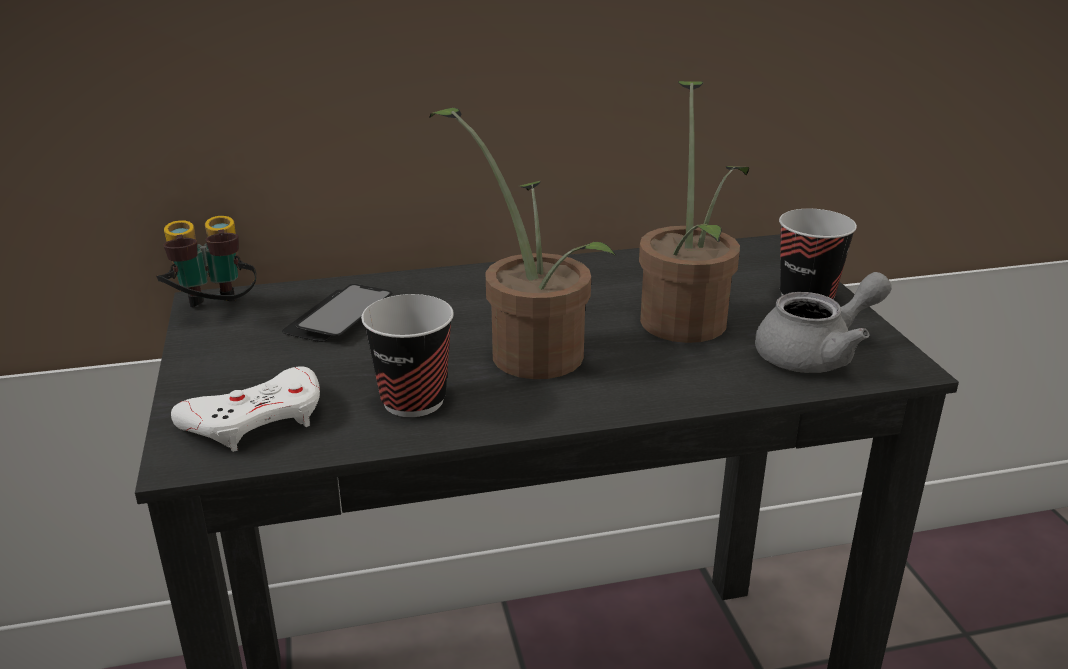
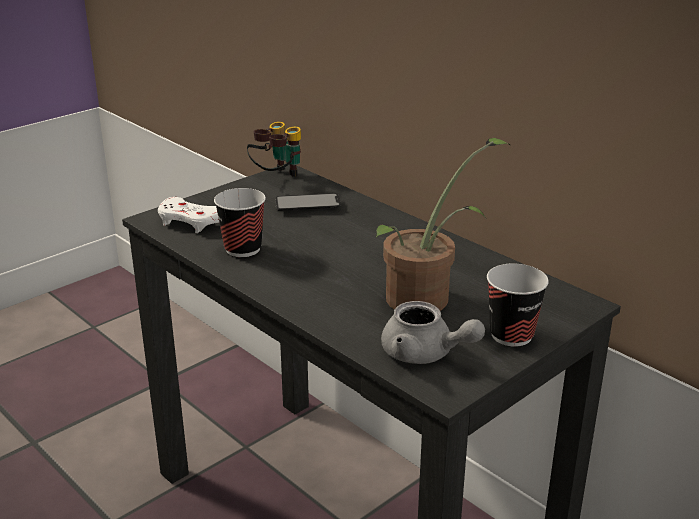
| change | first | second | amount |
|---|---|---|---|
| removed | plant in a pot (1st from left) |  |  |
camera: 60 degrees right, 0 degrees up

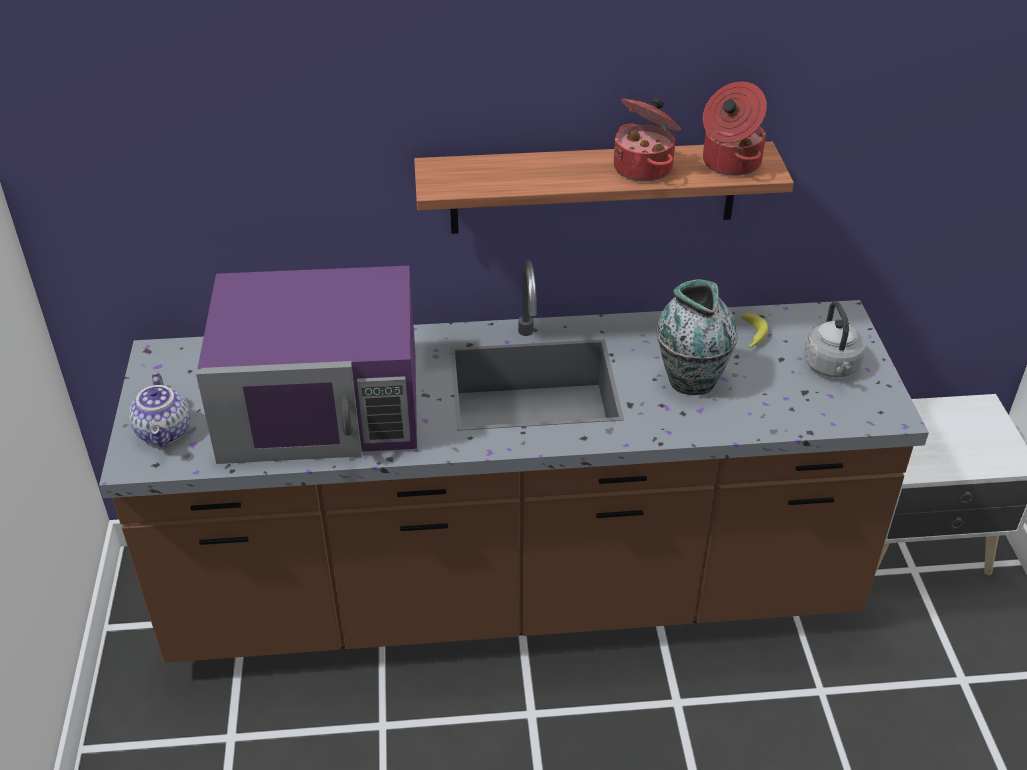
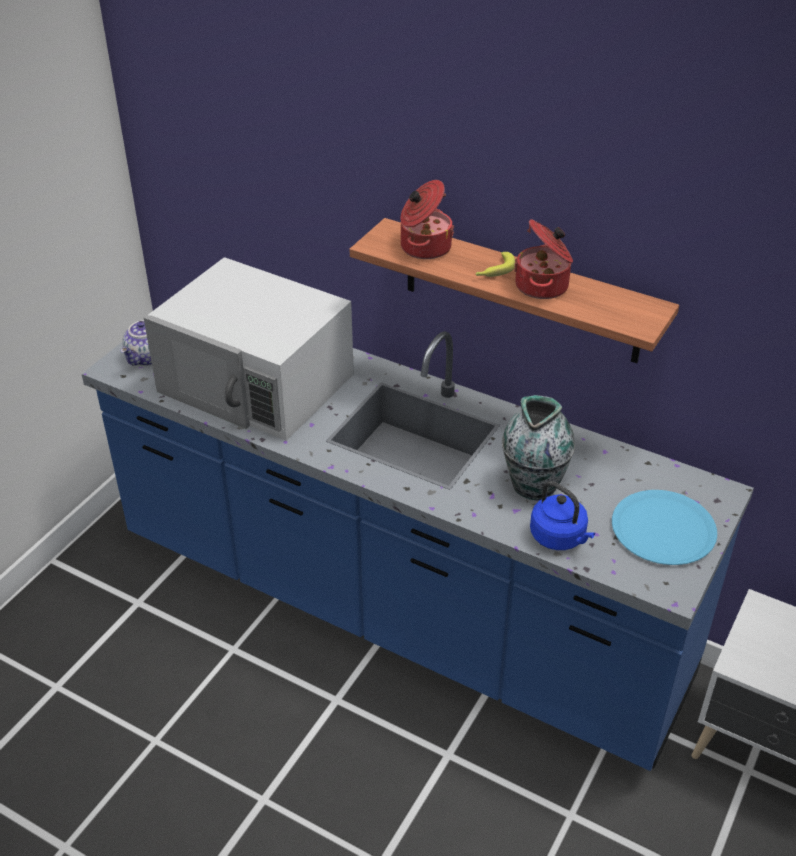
| change | first | second | amount |
|---|---|---|---|
| recoloured | kitchen base unit (brown) | kitchen base unit (blue) |  |
| recoloured | microwave (purple) | microwave (white) |  |
| moved | cooking pot (2nd from left in the first image) | cooking pot (1st from left) |  |
| moved | whole banana |  |  |
| added |  | tea kettle (blue) |  |
| replaced | tea kettle (greyish) | dinner plate (blue) |  |
camera: 35 degrees right, 0 degrees up

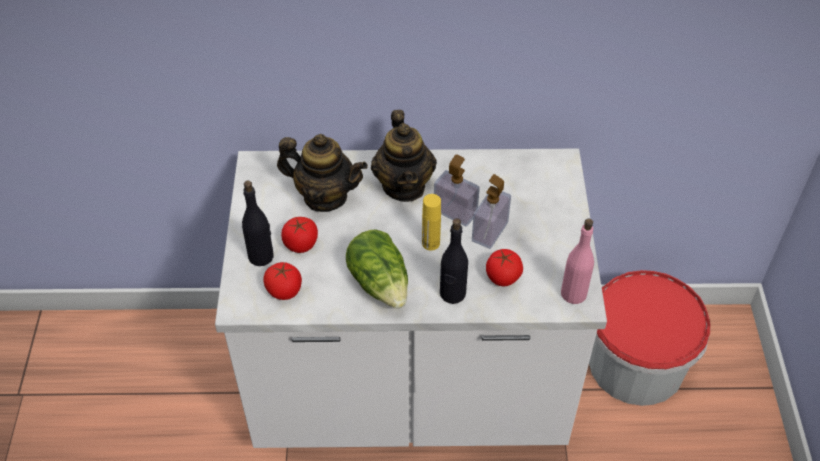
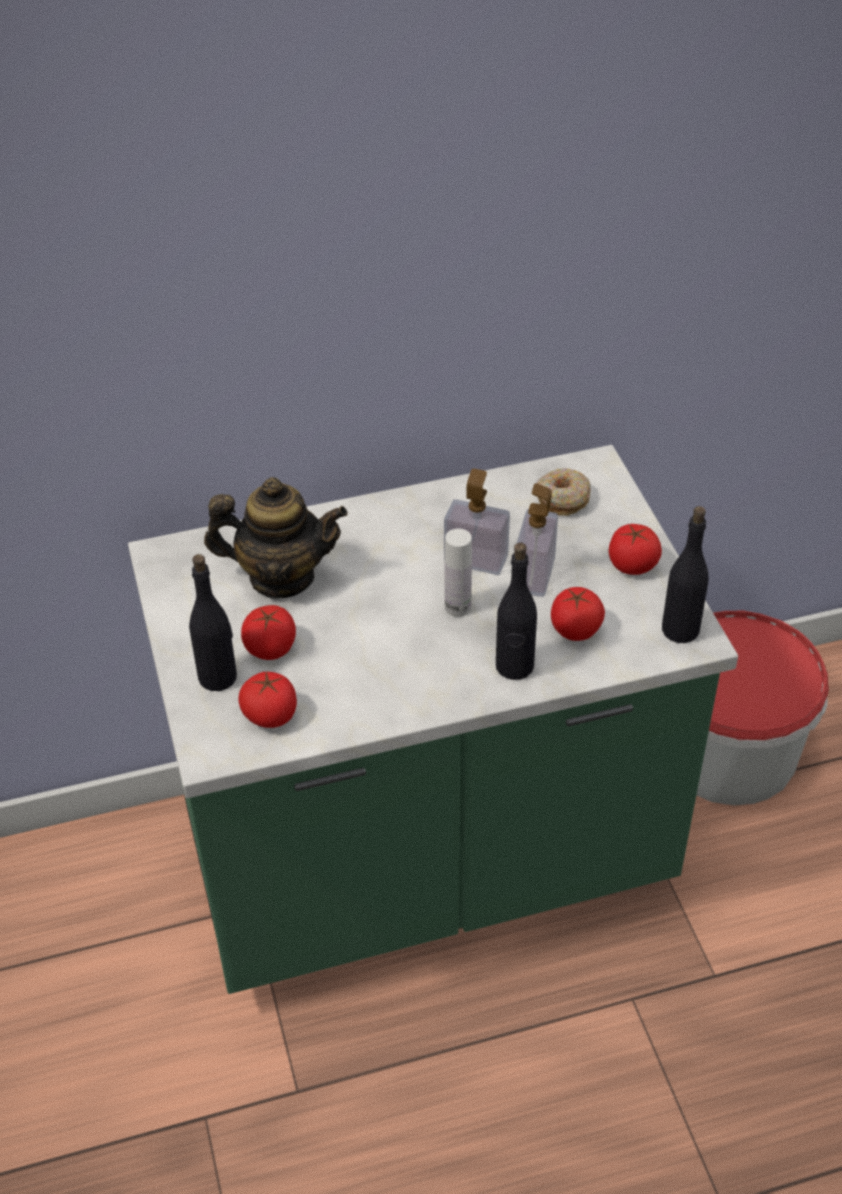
| change | first | second | amount |
|---|---|---|---|
| recoloured | kitchen base unit (white) | kitchen base unit (greenish) |  |
| recoloured | drink bottle (yellowish) | drink bottle (white) |  |
| added |  | doughnut |  |
| added |  | whole tomato (4th from left) |  |
| recoloured | drink bottle (pinkish) | drink bottle (black-coloured) (3rd from left) |  |
| removed | lettuce |  |  |
| removed | tea pot (2nd from left) |  |  |
camera: 15 degrees left, 5 degrees down

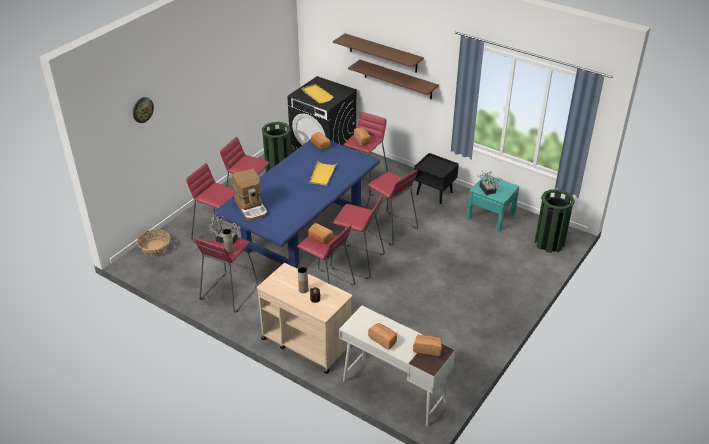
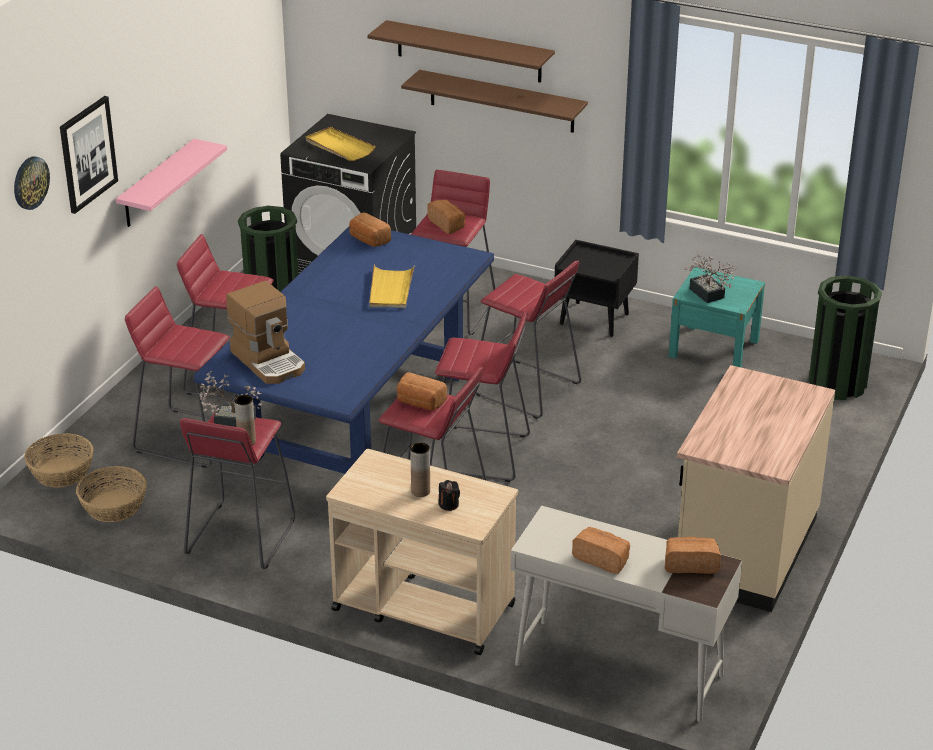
| change | first | second | amount |
|---|---|---|---|
| added |  | wall art |  |
| added |  | storage basket (2nd from left) |  |
| added |  | wall shelf (pinkish) |  |
| added |  | kitchen base unit (sand-coloured) |  |
camera: 10 degrees left, 5 degrees down

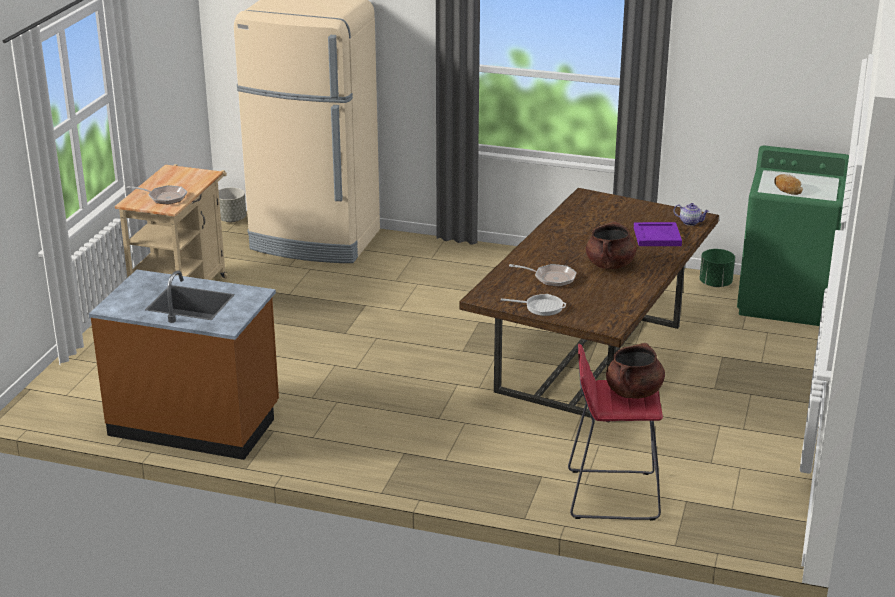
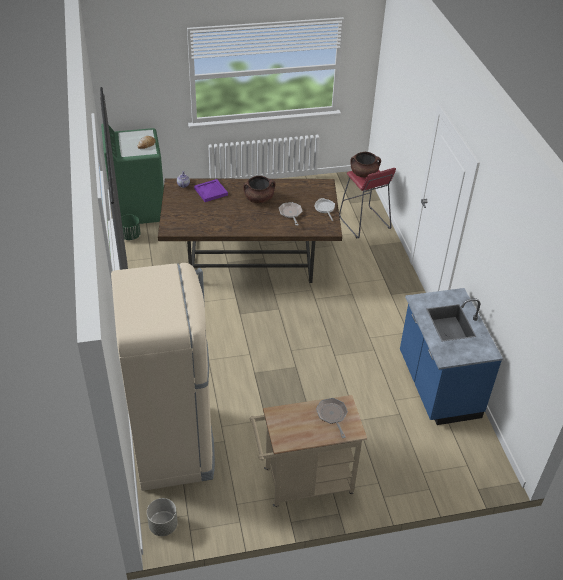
| change | first | second | amount |
|---|---|---|---|
| recoloured | kitchen base unit (brown) | kitchen base unit (blue) |  |
camera: 120 degrees left, 15 degrees up

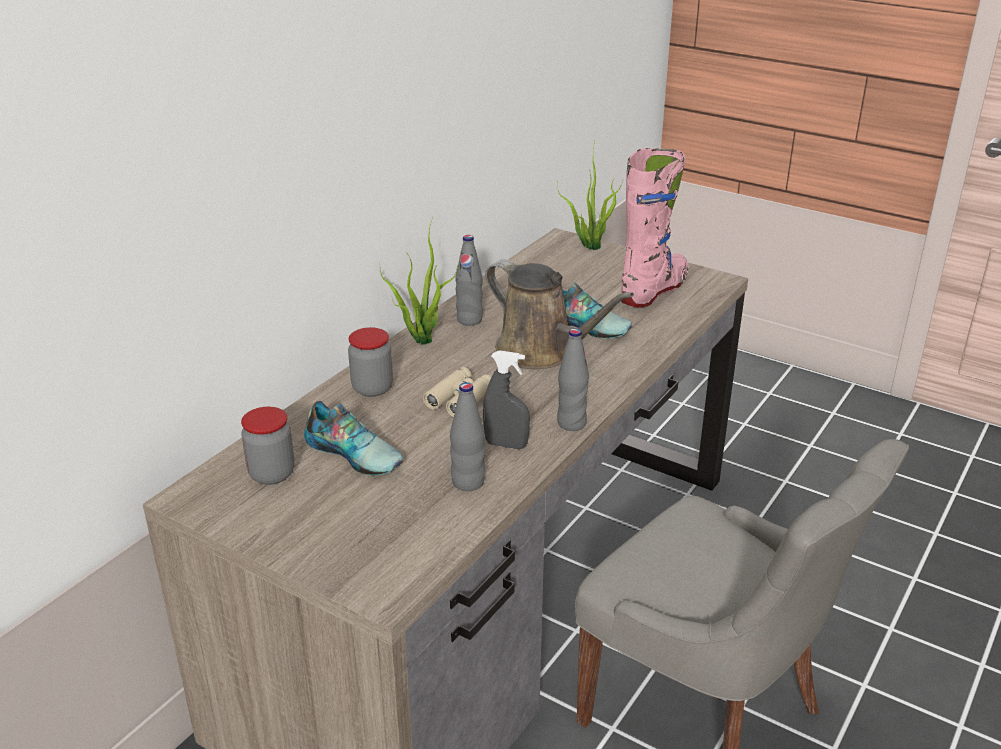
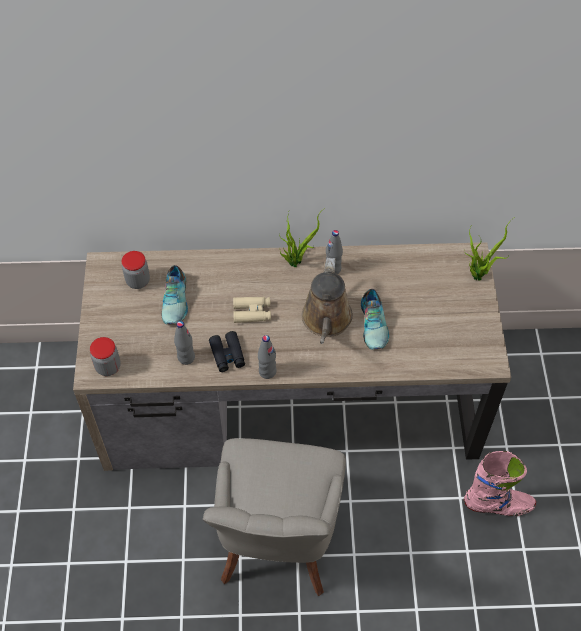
| change | first | second | amount |
|---|---|---|---|
| moved | storage jar (2nd from left in the first image) | storage jar (1st from left) |  |
| replaced | hand sprayer (greyish) | pair of binoculars (black-coloured) |  |
| moved | boot (pinkish) |  |  |
camera: 55 degrees right, 25 degrees up

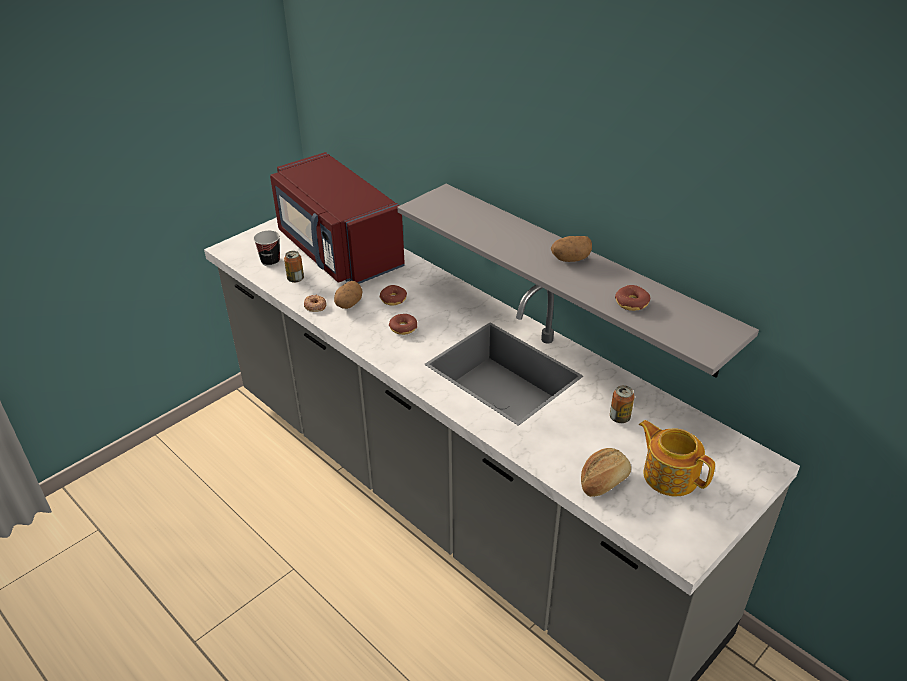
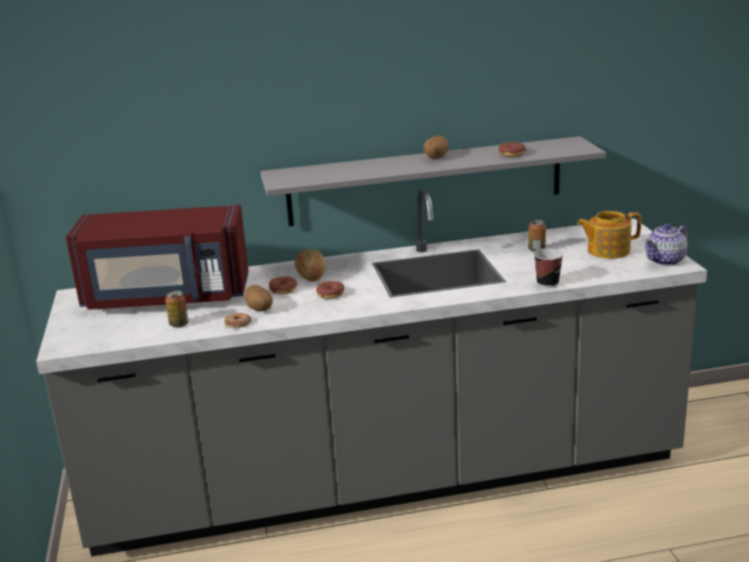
| change | first | second | amount |
|---|---|---|---|
| moved | bakery bread |  |  |
| moved | small cup |  |  |
| added |  | tea pot (2nd from left) |  |
camera: 55 degrees left, 15 degrees down

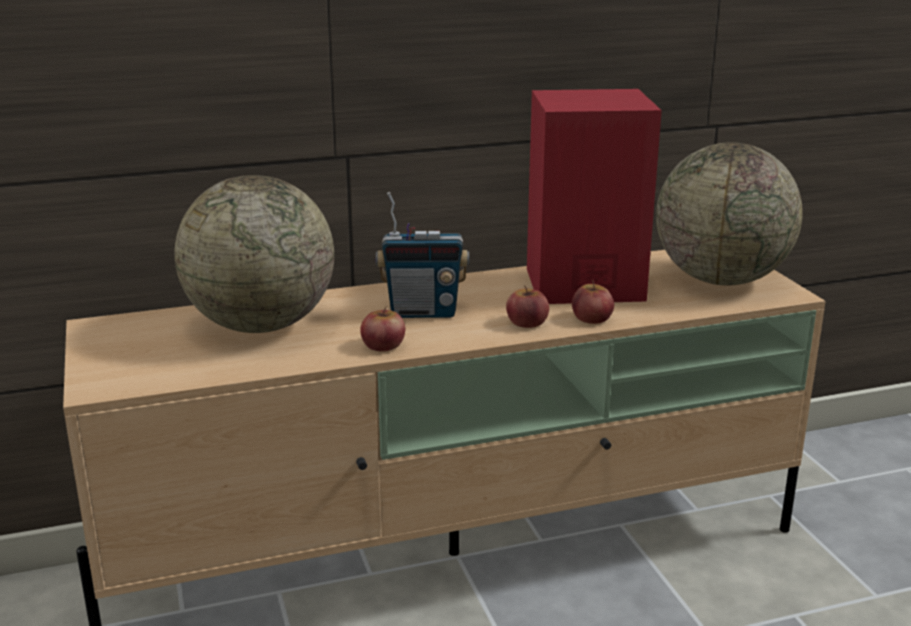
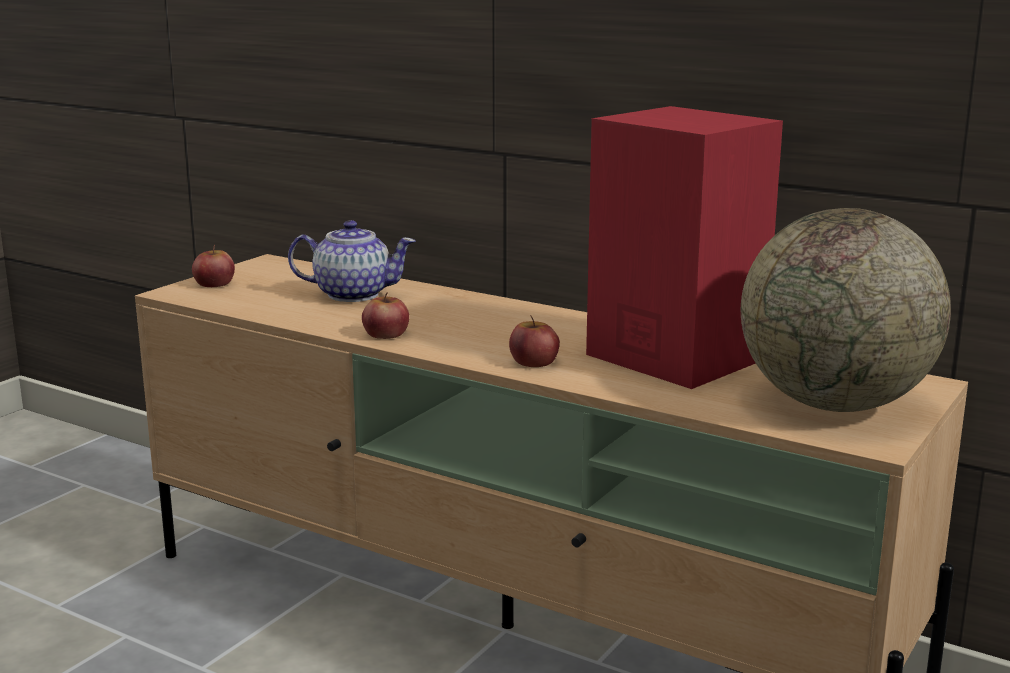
| change | first | second | amount |
|---|---|---|---|
| moved | whole apple (3rd from left in the first image) | whole apple (1st from left) |  |
| replaced | world globe (1st from left) | tea pot |  |
| removed | radio receiver |  |  |
camera: 50 degrees right, 5 degrees down

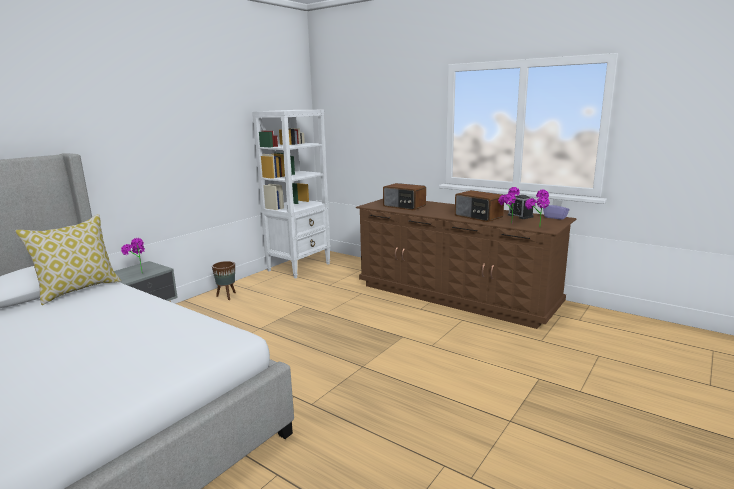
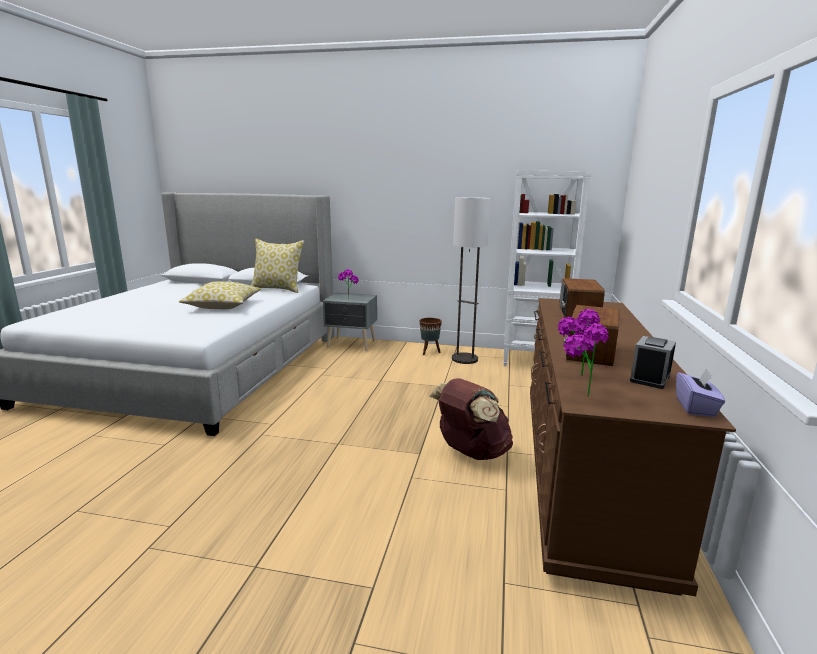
| change | first | second | amount |
|---|---|---|---|
| added |  | pillow (1st from left) |  |
| added |  | knapsack (brown) |  |
| added |  | standard lamp |  |
camera: 65 degrees right, 0 degrees up

